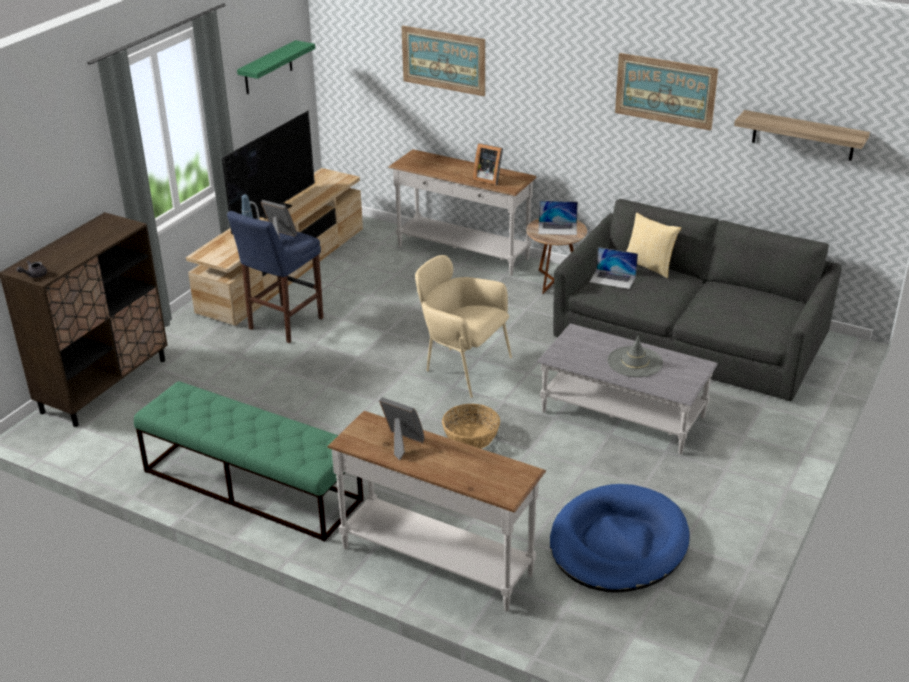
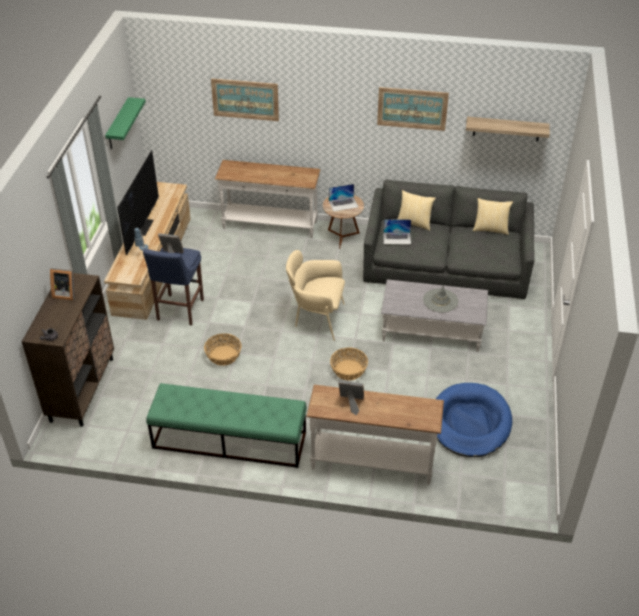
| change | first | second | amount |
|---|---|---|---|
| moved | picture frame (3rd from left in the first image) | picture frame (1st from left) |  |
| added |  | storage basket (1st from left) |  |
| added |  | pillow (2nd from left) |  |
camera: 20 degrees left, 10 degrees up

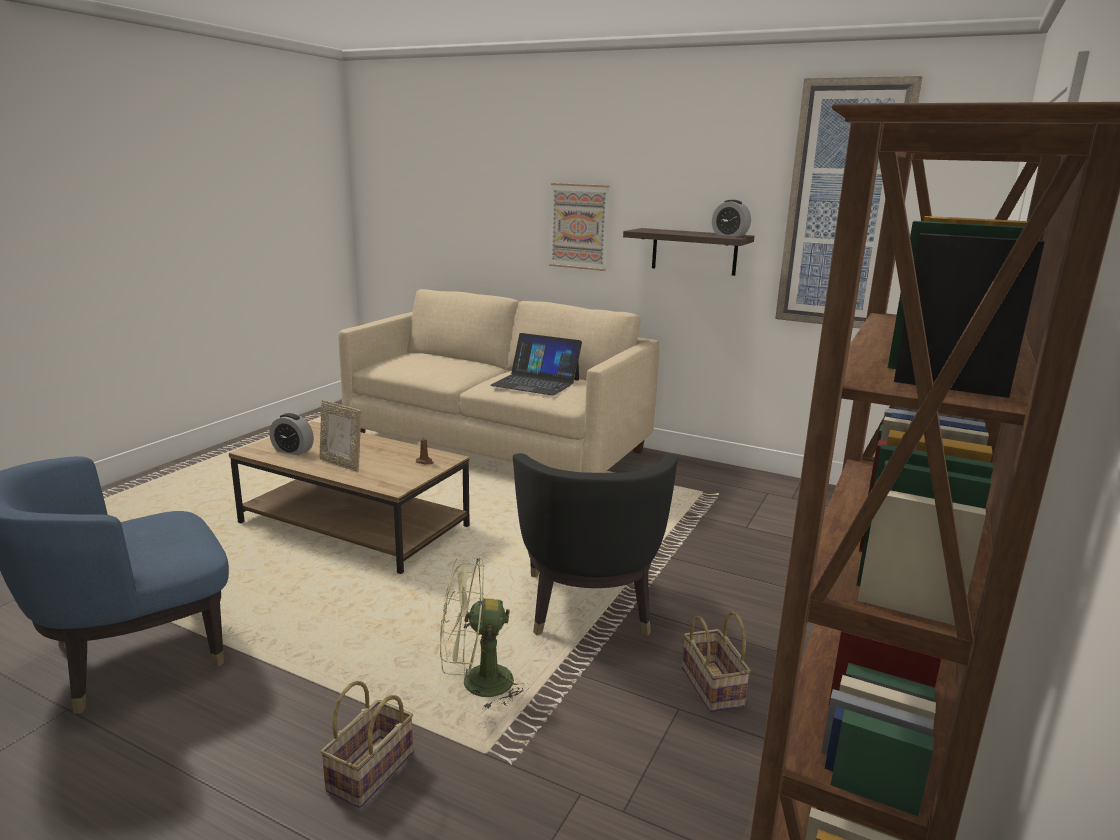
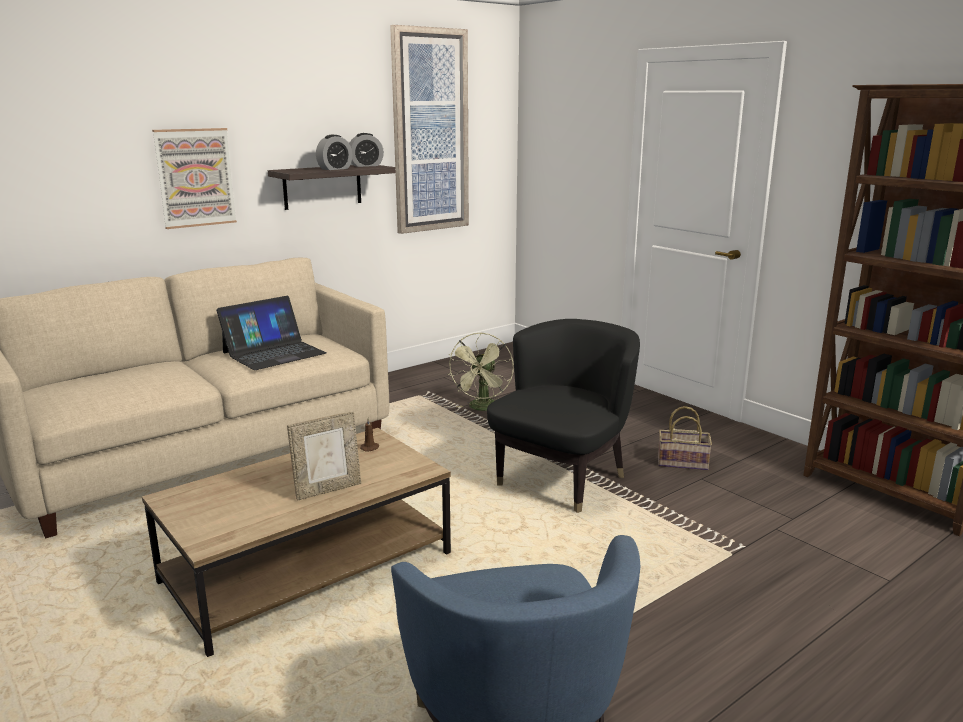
| change | first | second | amount |
|---|---|---|---|
| moved | bedside clock (1st from left) |  |  |
| moved | cooling fan (greenish) |  |  |
| turned | lounge chair (black-coloured) |  | 75 degrees counterclockwise |
| removed | storage basket (1st from left) |  |  |
camera: 65 degrees left, 0 degrees up

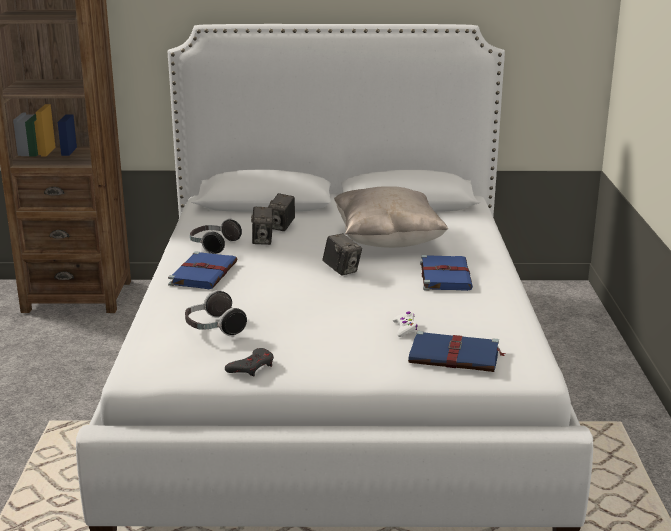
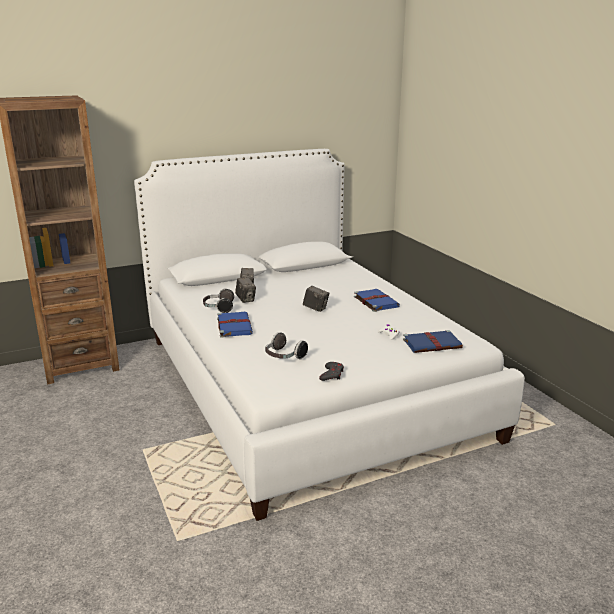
| change | first | second | amount |
|---|---|---|---|
| removed | pillow (sand-coloured) |  |  |
camera: 25 degrees left, 0 degrees up

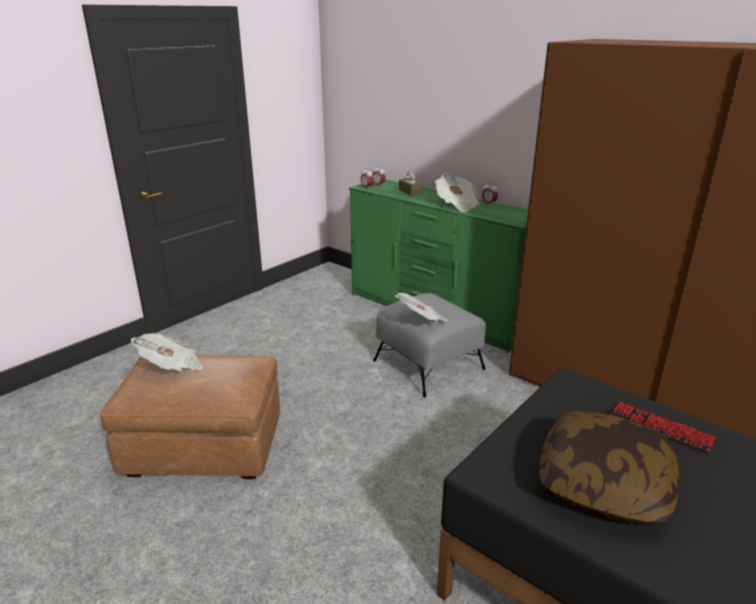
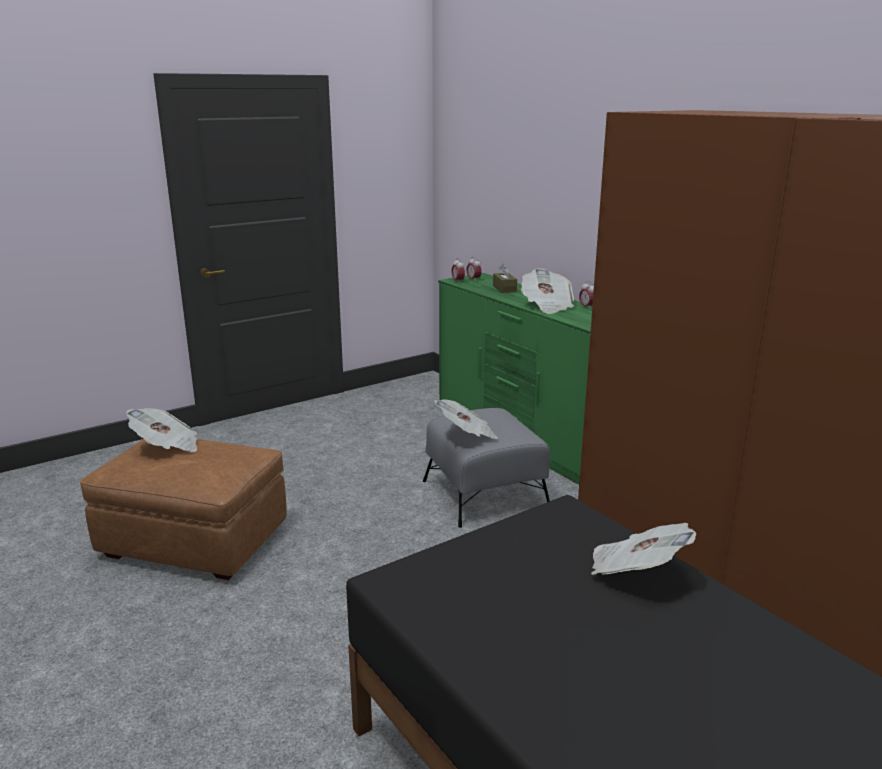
| change | first | second | amount |
|---|---|---|---|
| replaced | keyboard | daily paper (4th from left) |  |
| removed | pillow |  |  |
camera: 15 degrees right, 5 degrees down

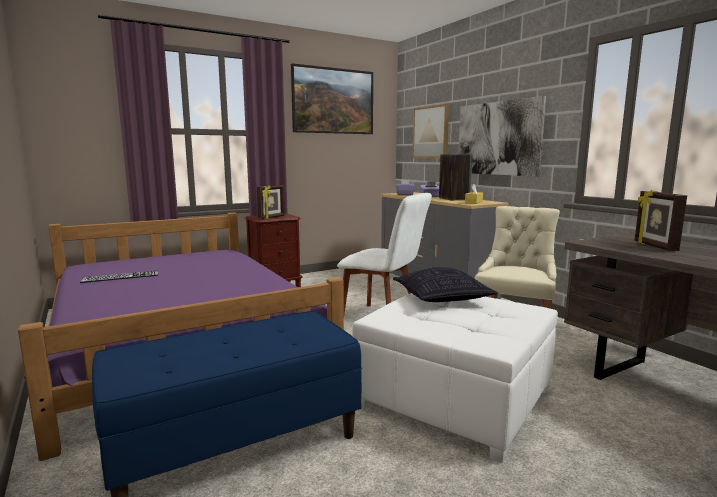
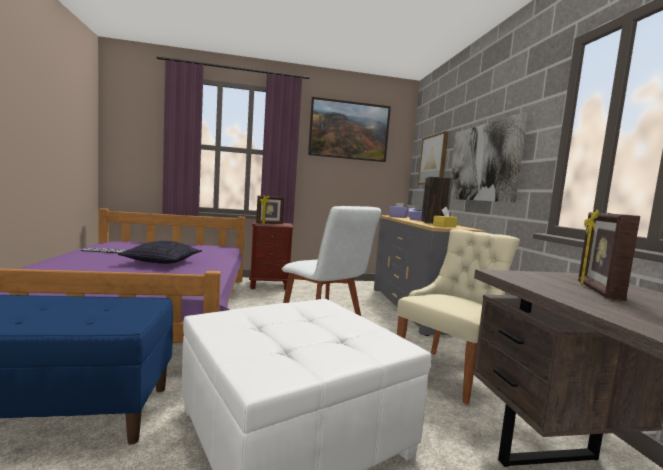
| change | first | second | amount |
|---|---|---|---|
| moved | pillow |  |  |
camera: 20 degrees right, 5 degrees down

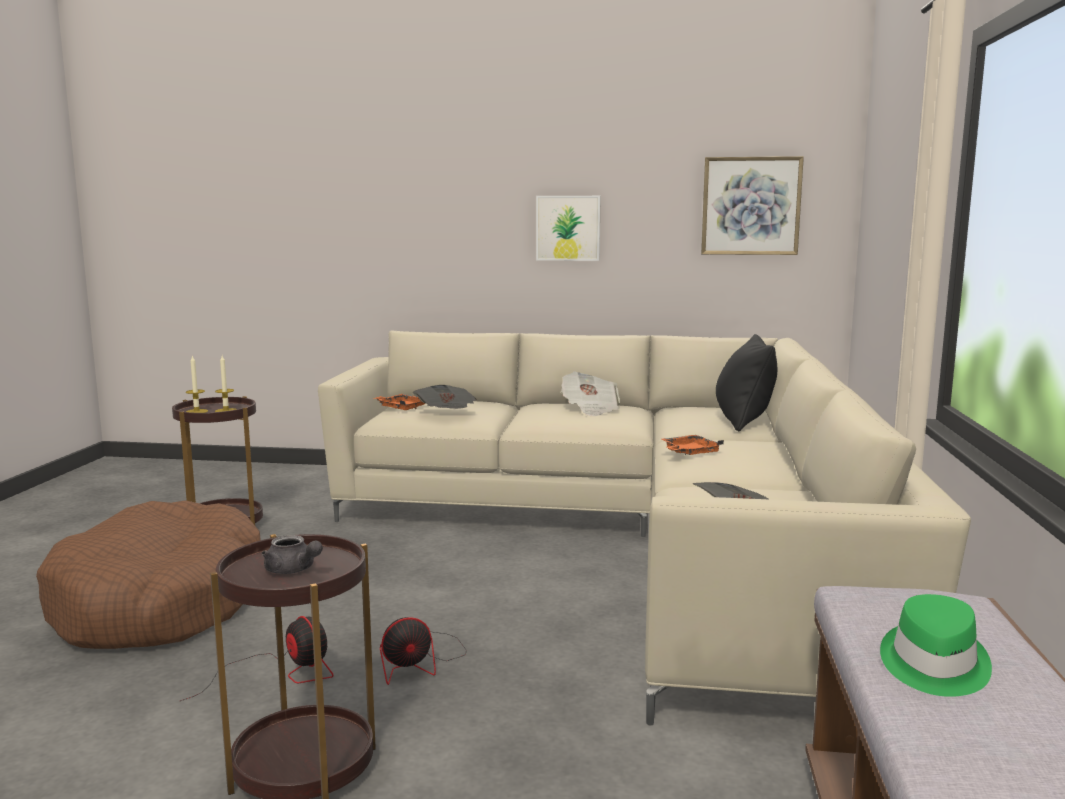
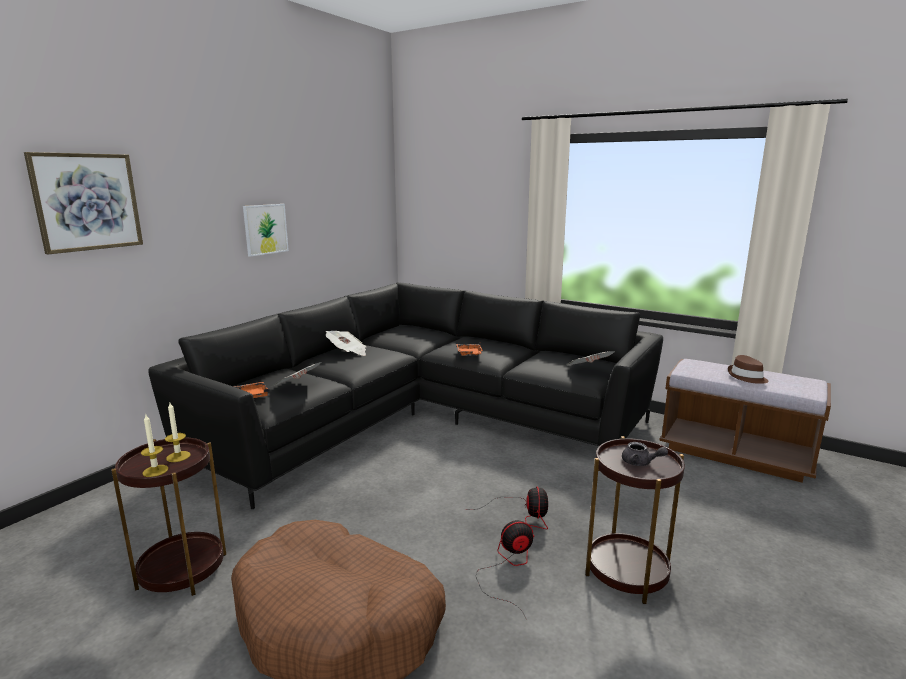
| change | first | second | amount |
|---|---|---|---|
| moved | wall art (2nd from left in the first image) | wall art (1st from left) |  |
| recoloured | sofa (sand-coloured) | sofa (black-coloured) |  |
| turned | tea pot (greyish) |  | 60 degrees clockwise |
| recoloured | hat (greenish) | hat (brown) |  |
| removed | pillow (black-coloured) |  |  |
camera: 65 degrees left, 5 degrees up

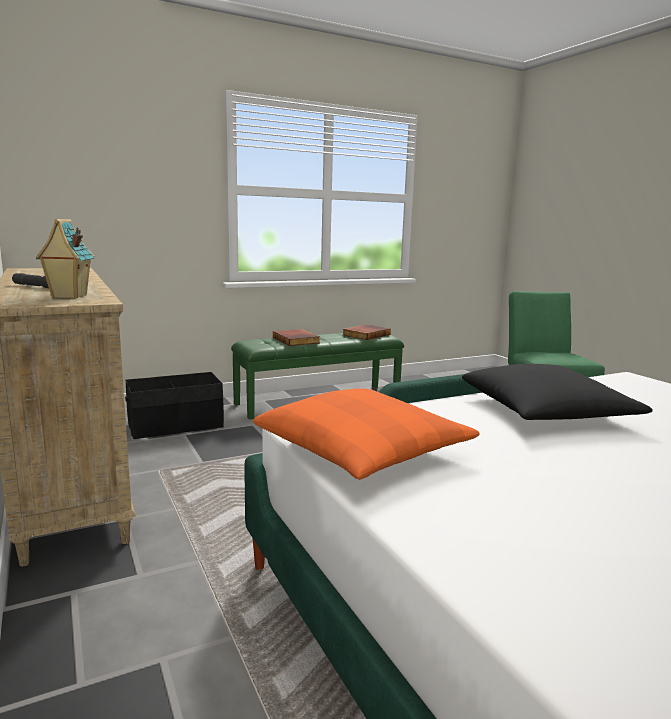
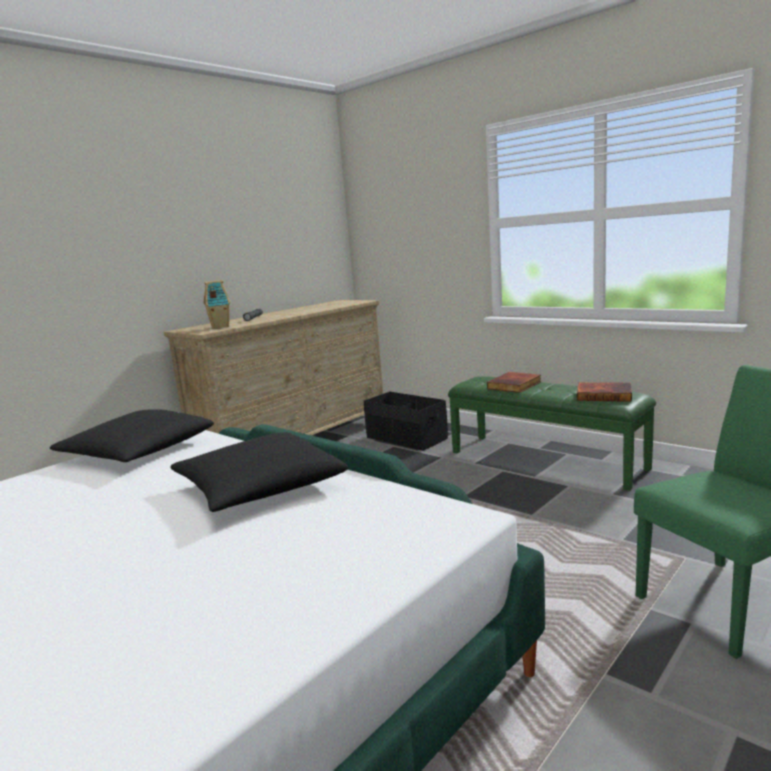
| change | first | second | amount |
|---|---|---|---|
| recoloured | pillow (orangey) | pillow (black-coloured) (1st from left) |  |
camera: 70 degrees right, 0 degrees up

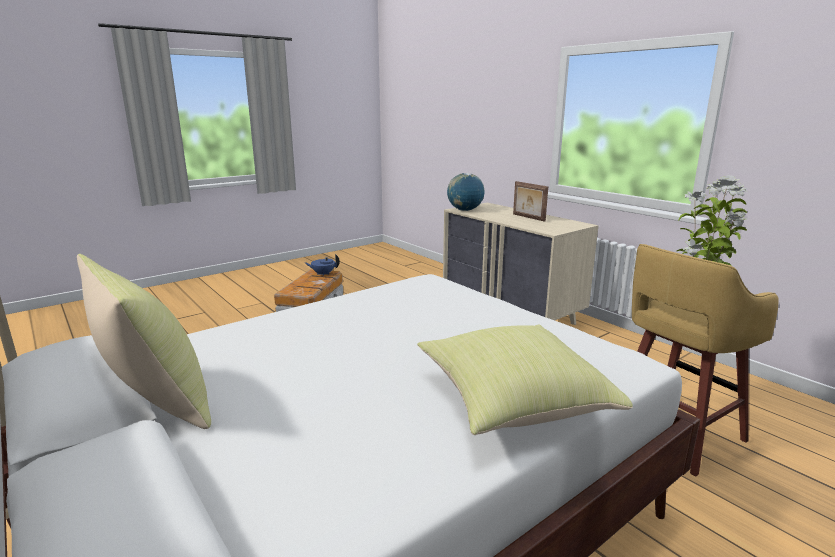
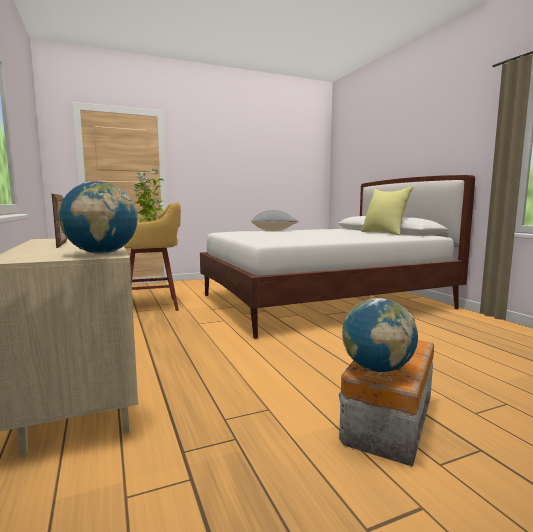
| change | first | second | amount |
|---|---|---|---|
| recoloured | pillow (yellowish) (2nd from left) | pillow (greyish) |  |
| replaced | tea pot (blue) | world globe (2nd from left) |  |
camera: 165 degrees left, 10 degrees down

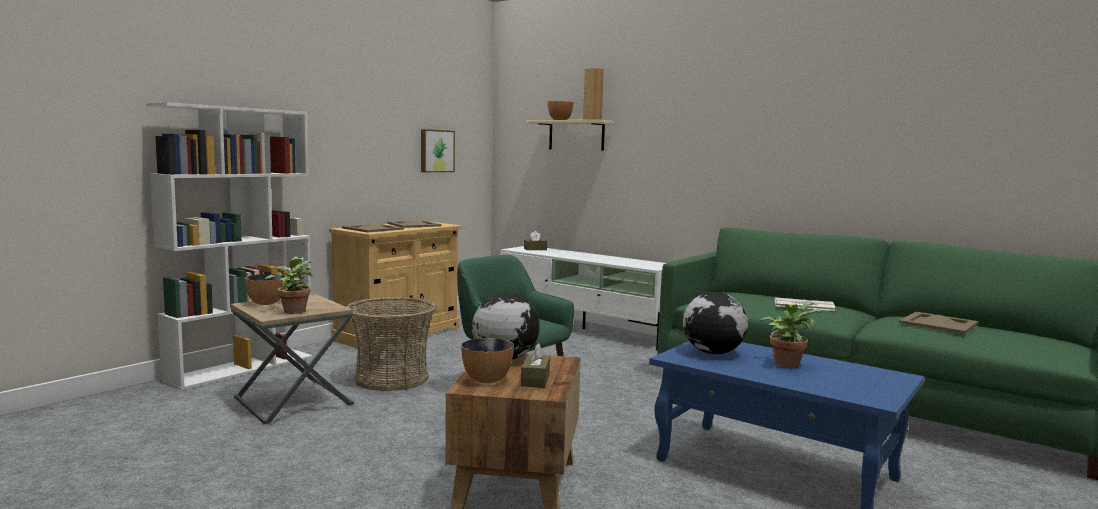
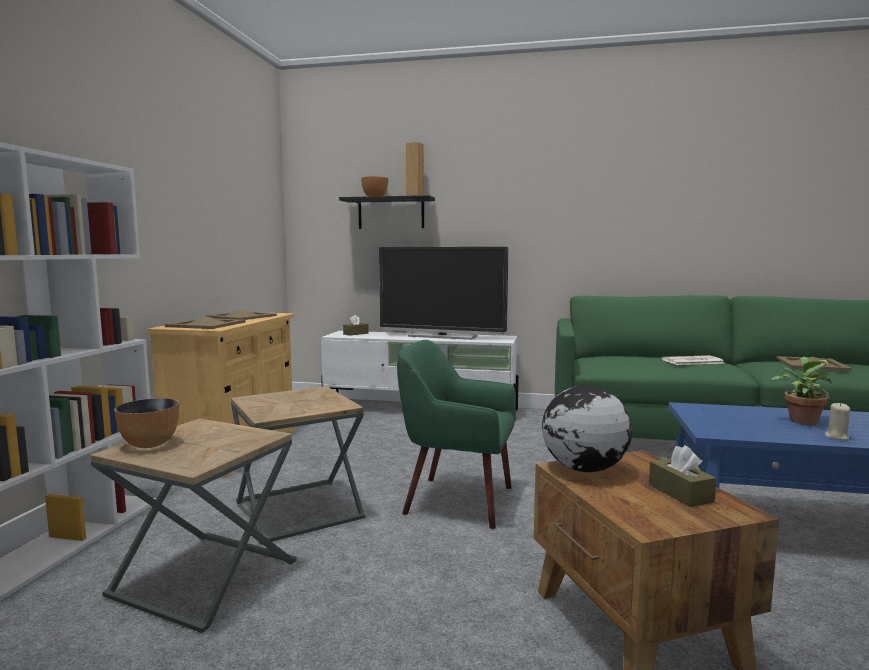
| change | first | second | amount |
|---|---|---|---|
| replaced | storage basket | accent table (brown) (2nd from left) |  |
| recoloured | wall shelf (sand-coloured) | wall shelf (black-coloured) |  |
| added |  | television |  |
| added |  | candle (sand-coloured) |  |
| removed | plant in a pot (1st from left) |  |  |
| removed | wall art |  |  |
| removed | bowl (2nd from left) |  |  |
| removed | world globe (2nd from left) |  |  |
camera: 25 degrees left, 0 degrees up

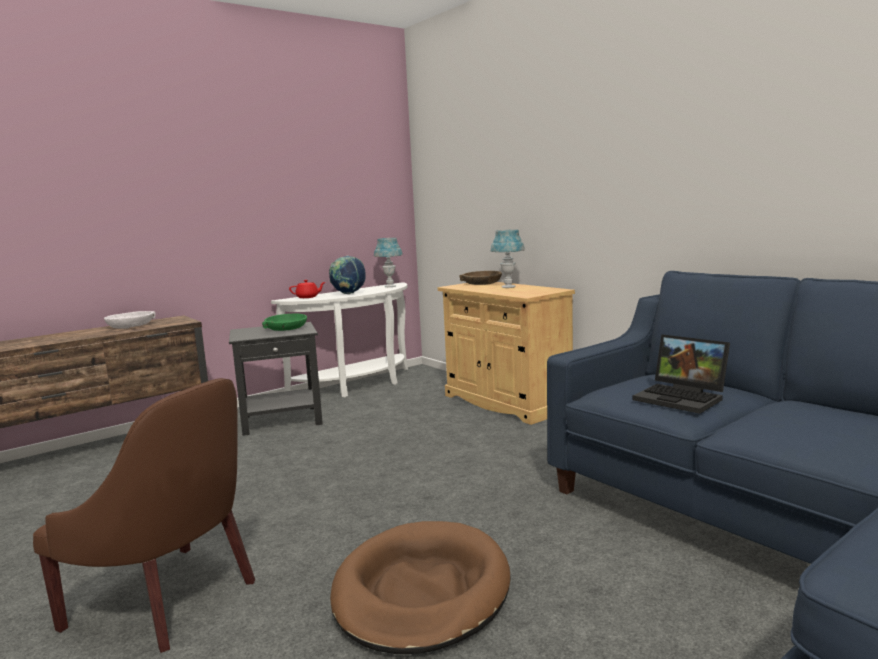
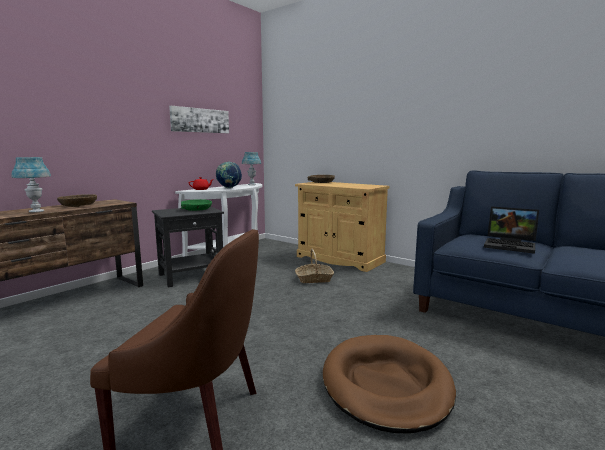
| change | first | second | amount |
|---|---|---|---|
| moved | tabletop lamp (blue) (2nd from left in the first image) | tabletop lamp (blue) (1st from left) |  |
| recoloured | bowl (white) | bowl (brown) (1st from left) |  |
| added |  | wall art |  |
| added |  | storage basket |  |
camera: 15 degrees left, 0 degrees up

